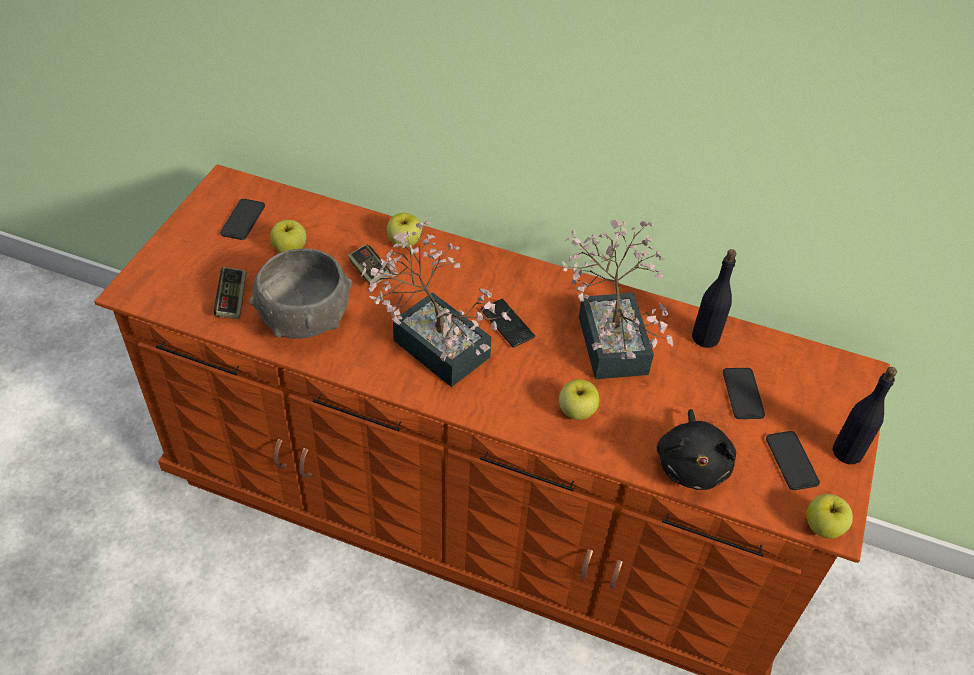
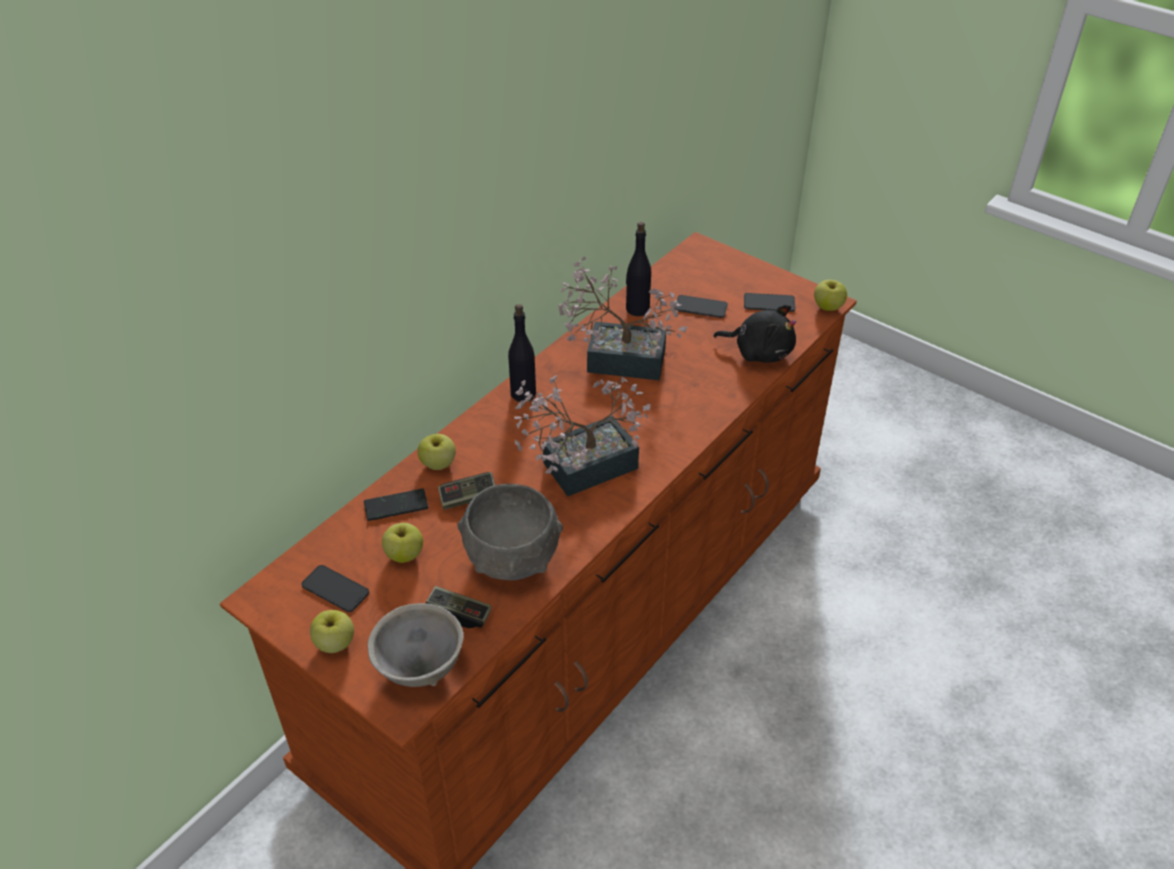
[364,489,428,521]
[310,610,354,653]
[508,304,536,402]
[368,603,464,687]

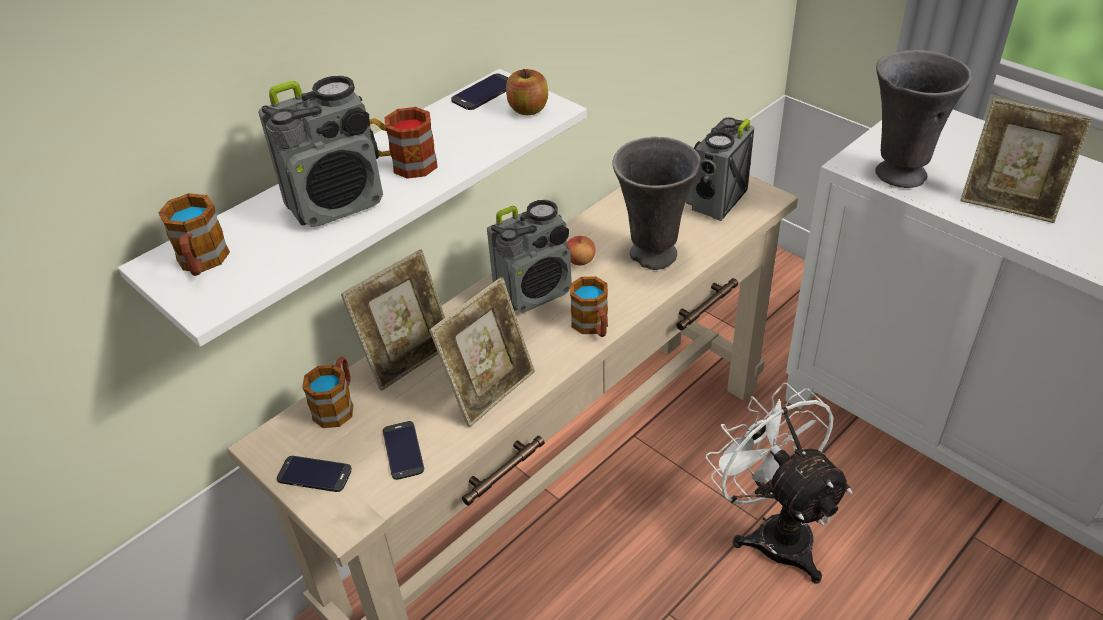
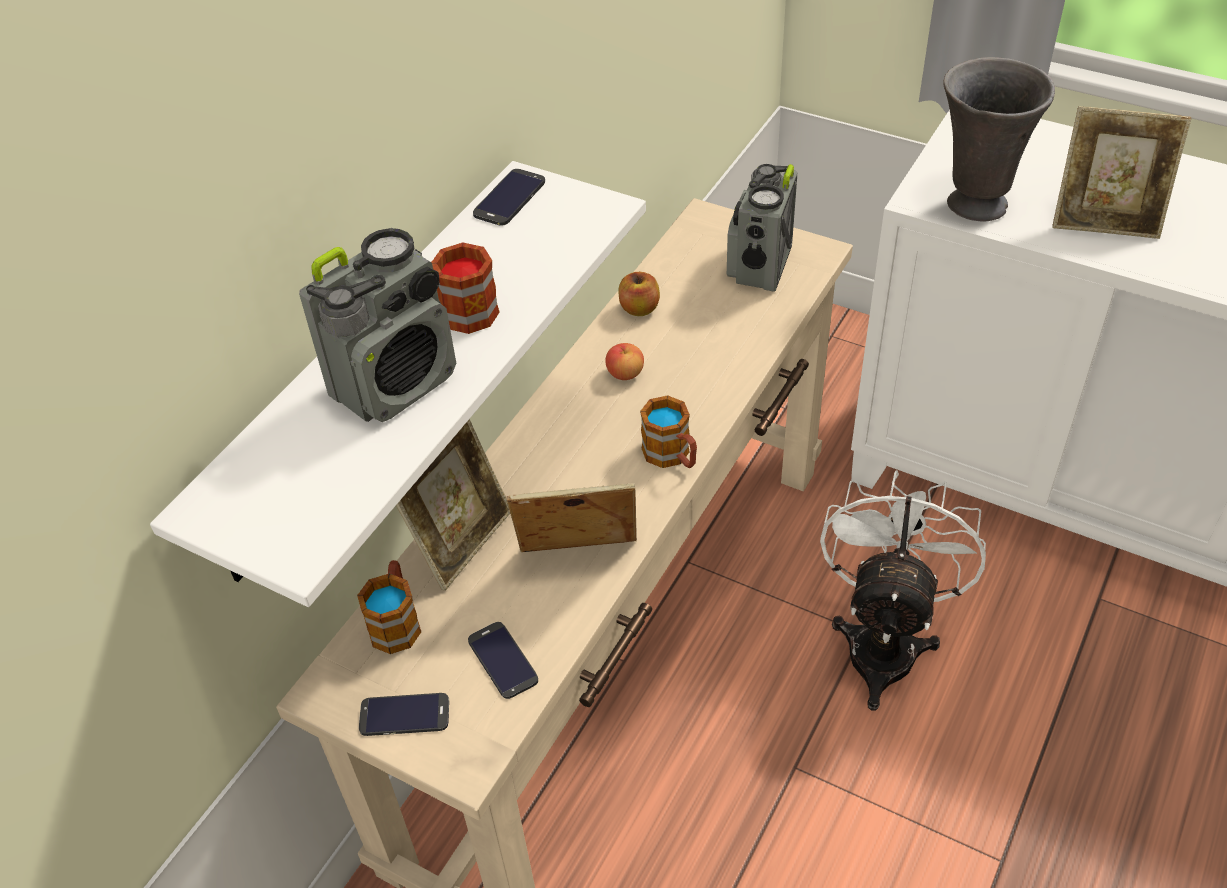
[158,193,230,276] (first image)
[506,483,637,552]
[487,200,572,313] (first image)
[618,272,660,316]
[612,137,701,270] (first image)
[820,470,986,711]

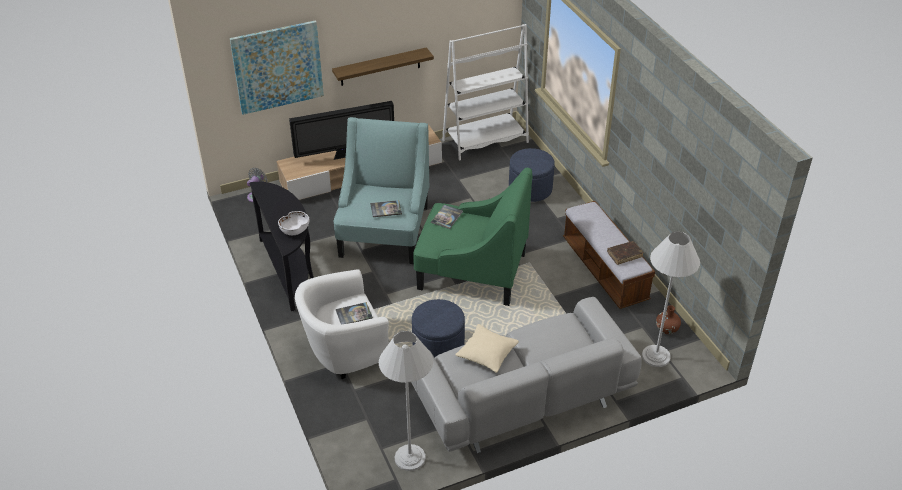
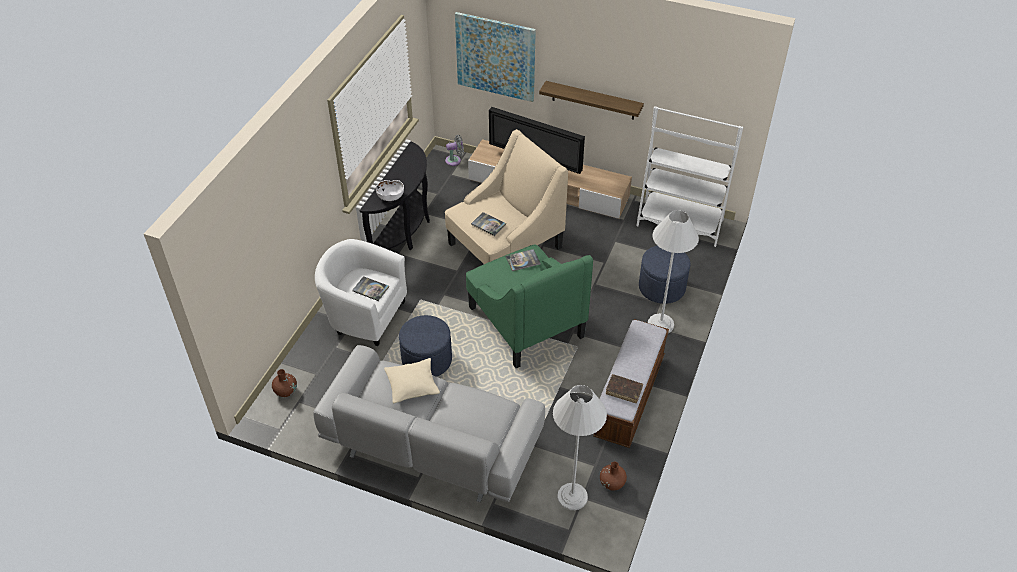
[445,129,568,264]
[648,210,699,333]
[272,369,297,397]

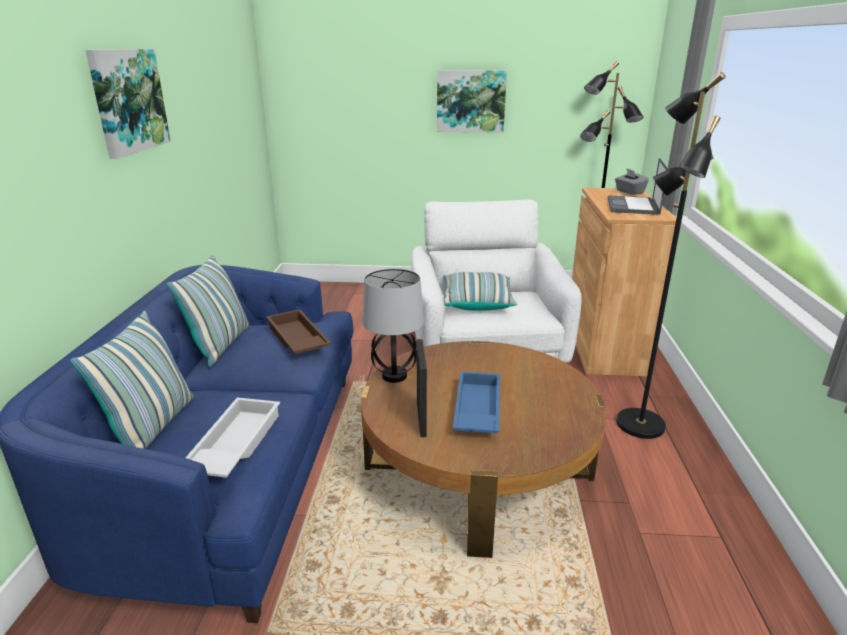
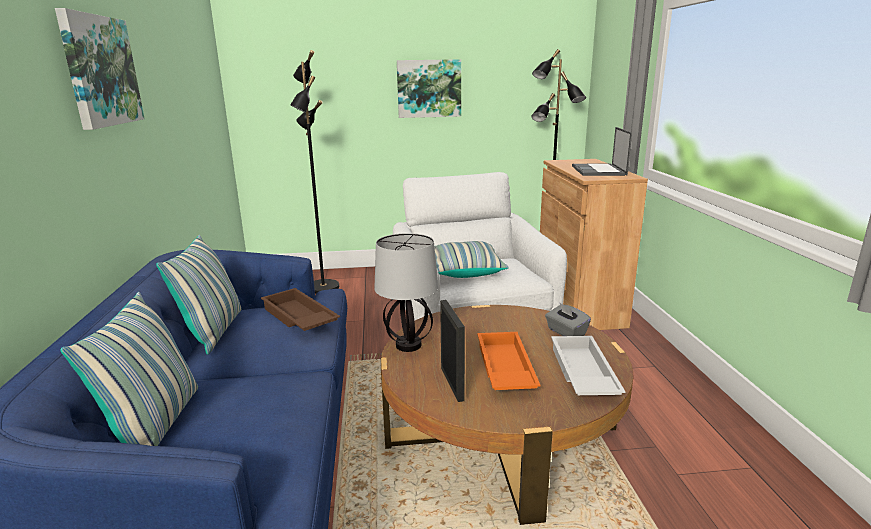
[551,336,626,395]
[477,332,541,390]
[545,302,591,336]
[290,50,339,294]

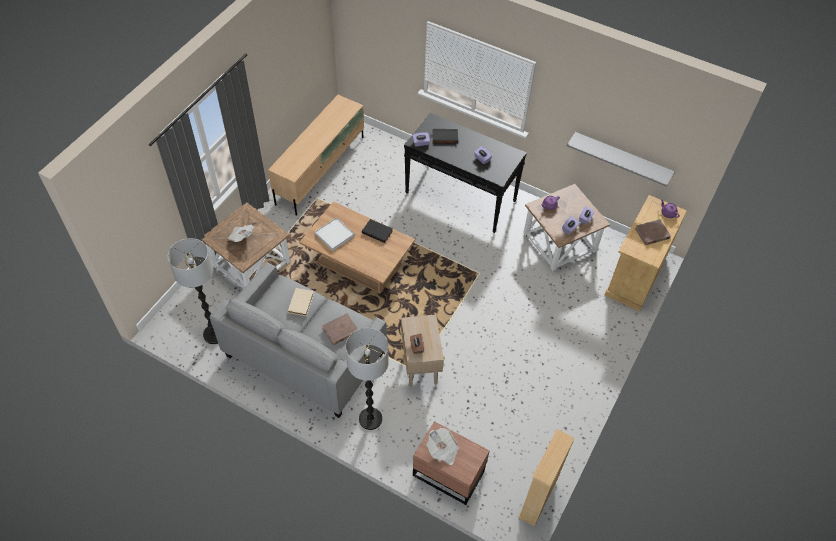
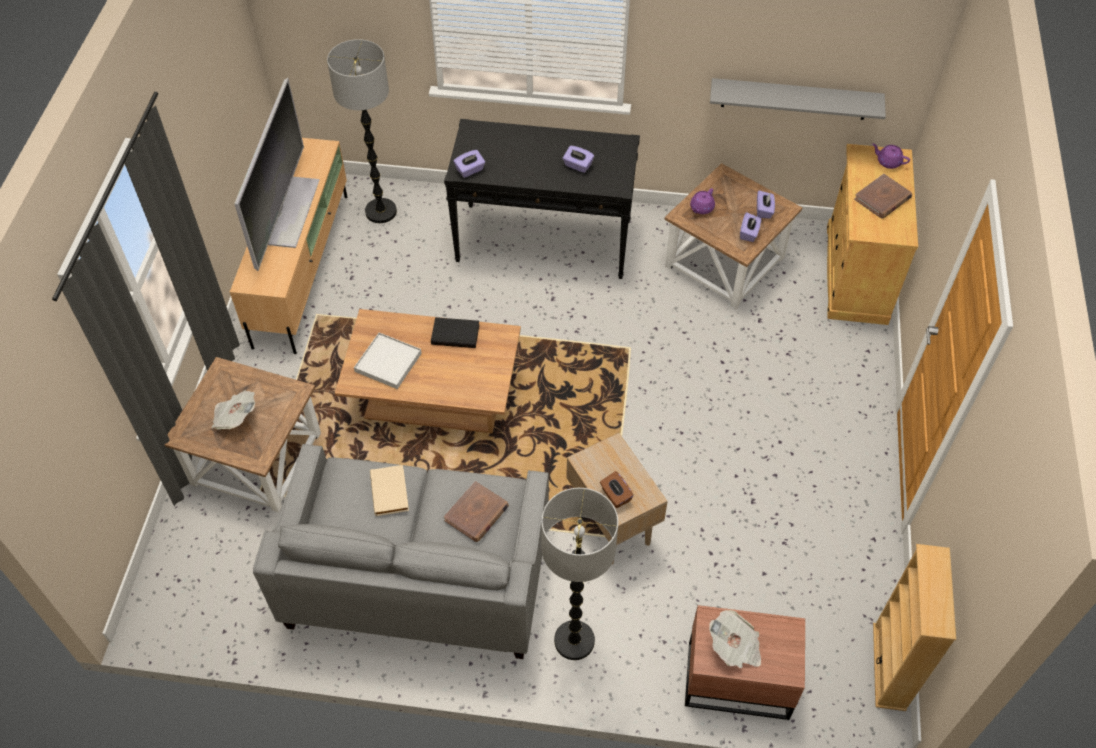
[327,39,397,223]
[433,129,458,144] (first image)
[235,78,319,271]

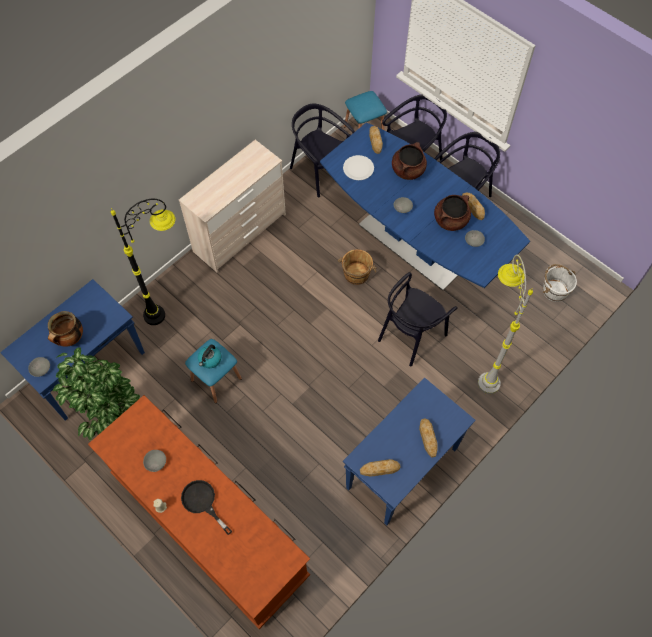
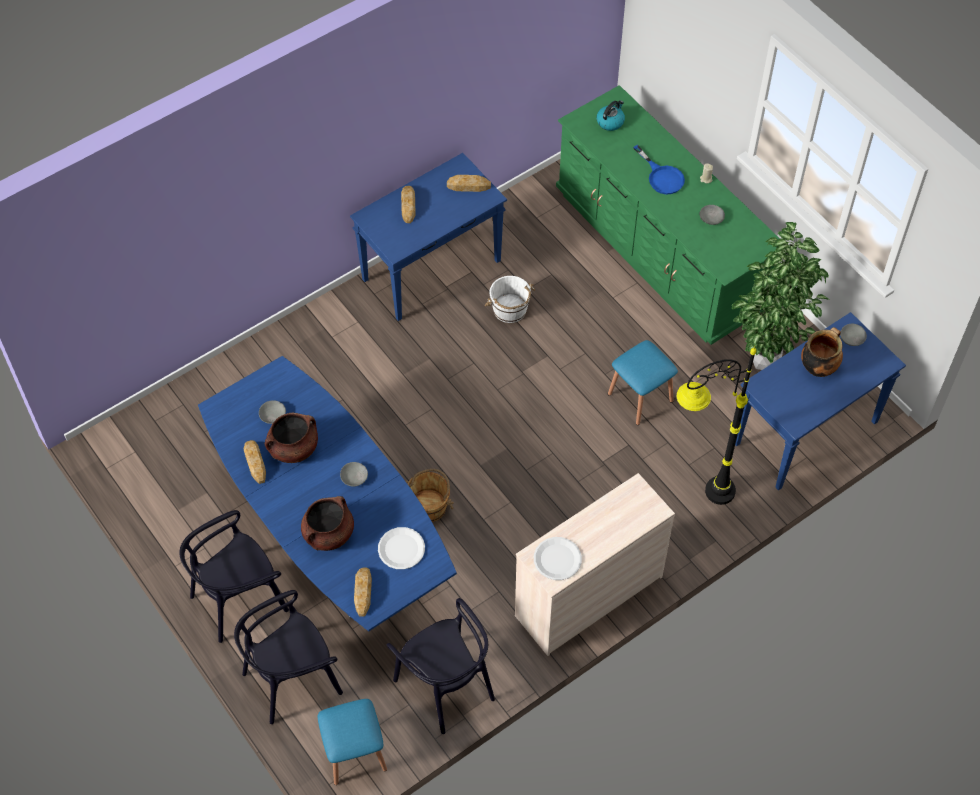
[556,85,780,345]
[633,145,685,194]
[597,100,625,131]
[378,272,458,367] (first image)
[478,255,533,394] (first image)
[485,276,535,323]
[534,537,582,580]

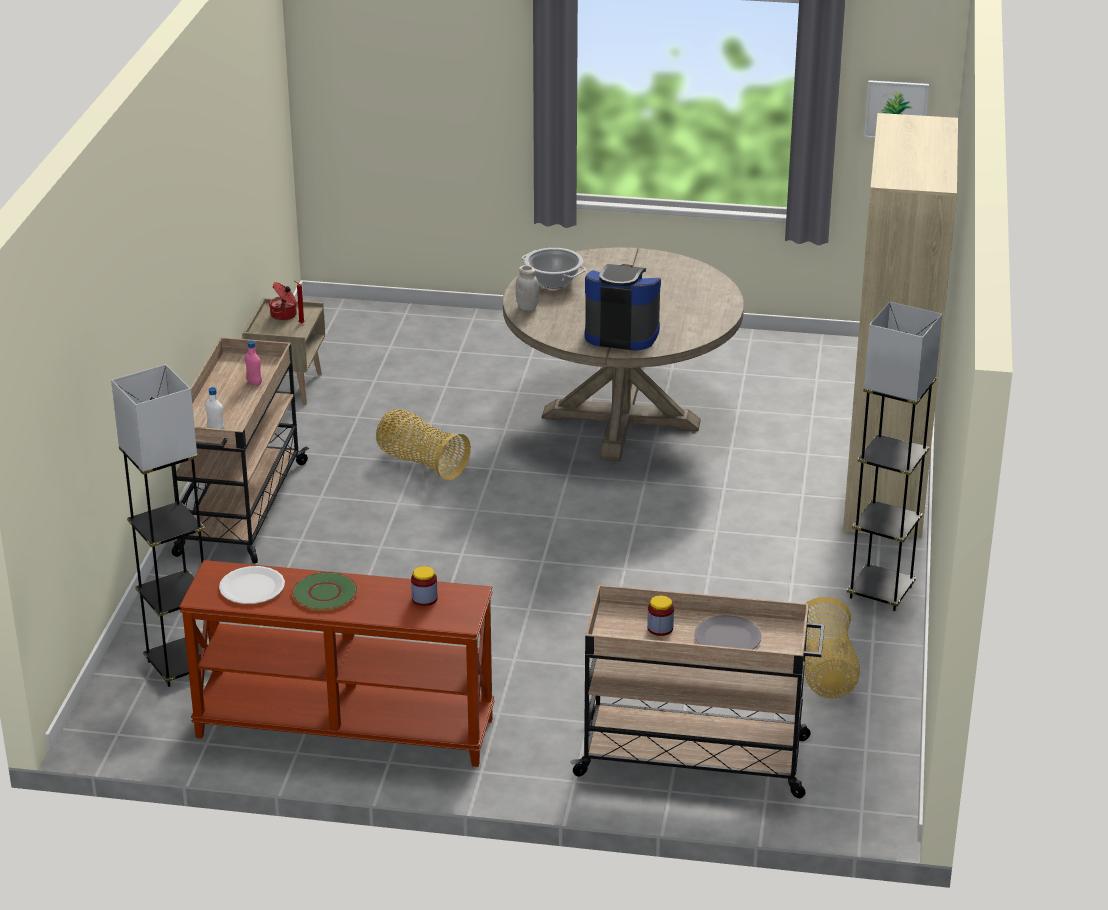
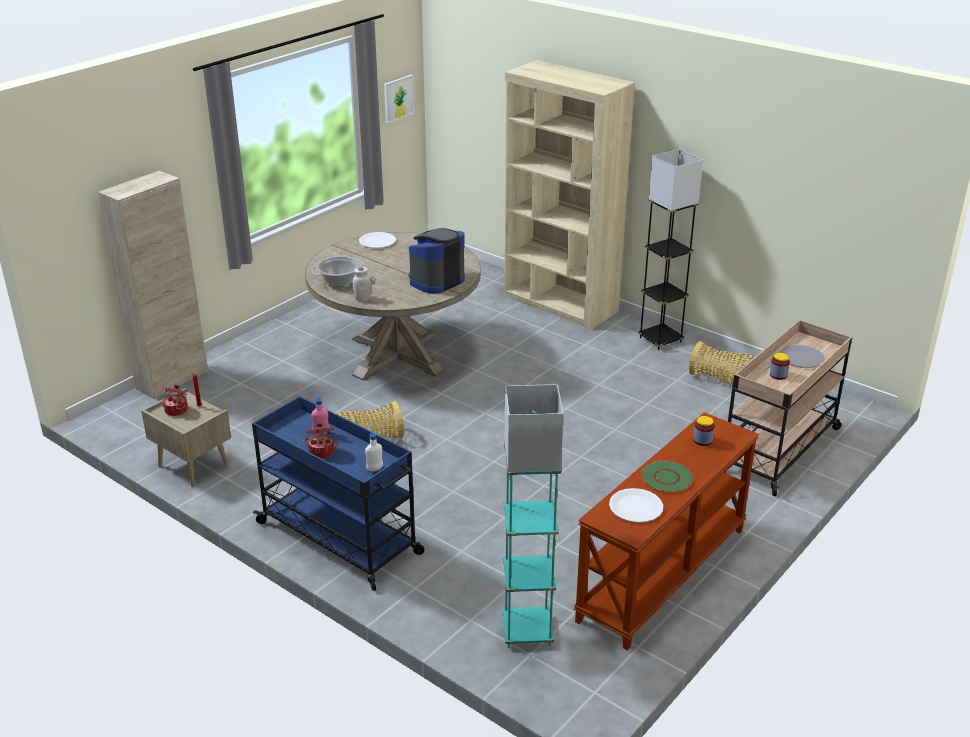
[502,384,564,648]
[252,396,424,591]
[98,171,208,399]
[303,423,339,459]
[359,232,396,248]

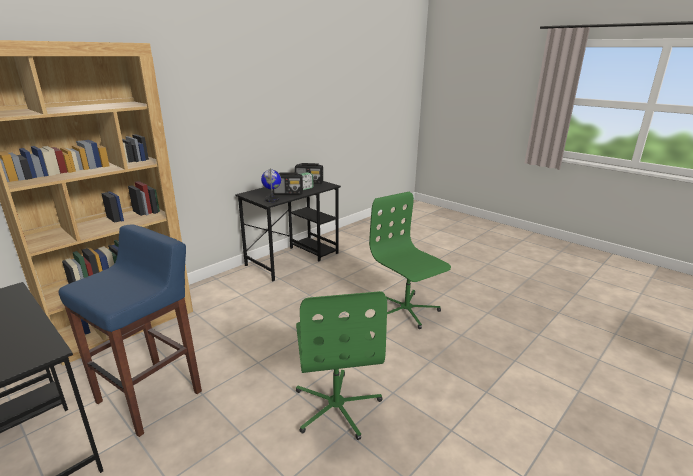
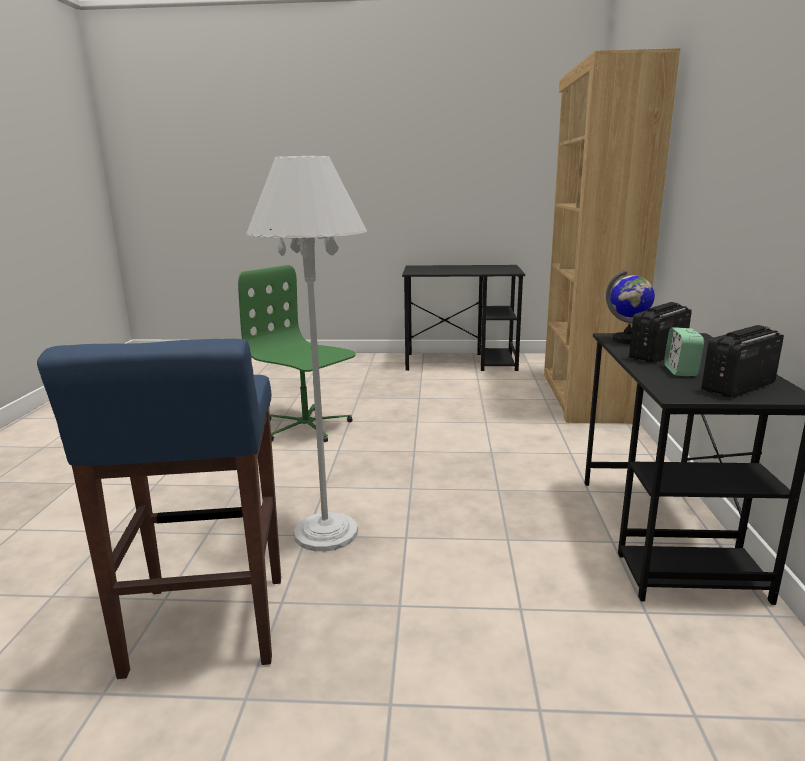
[37,339,281,679]
[246,156,367,551]

